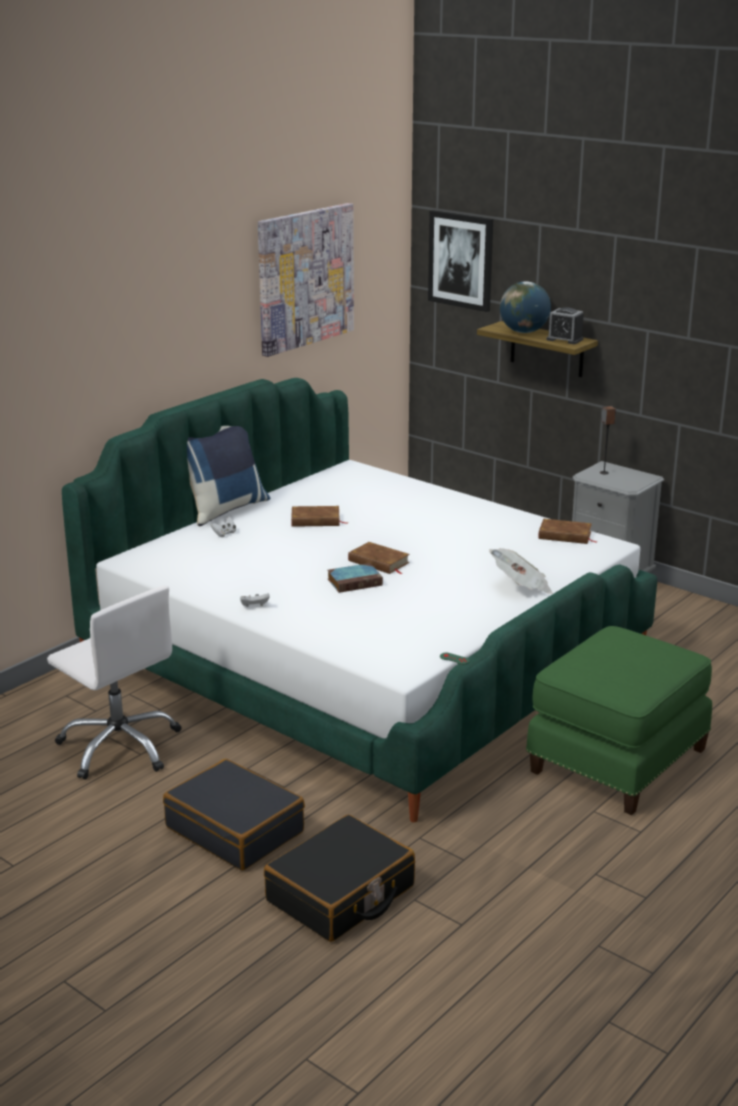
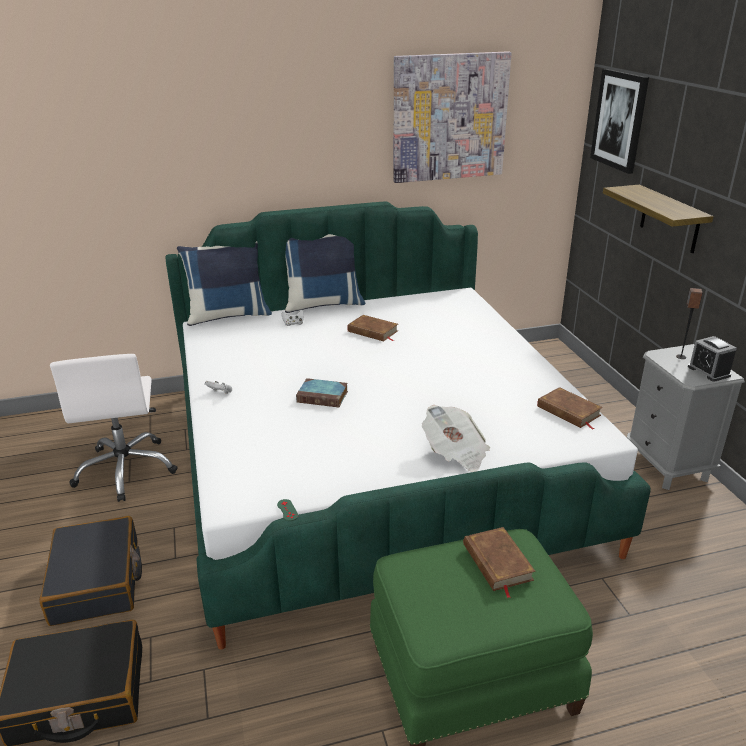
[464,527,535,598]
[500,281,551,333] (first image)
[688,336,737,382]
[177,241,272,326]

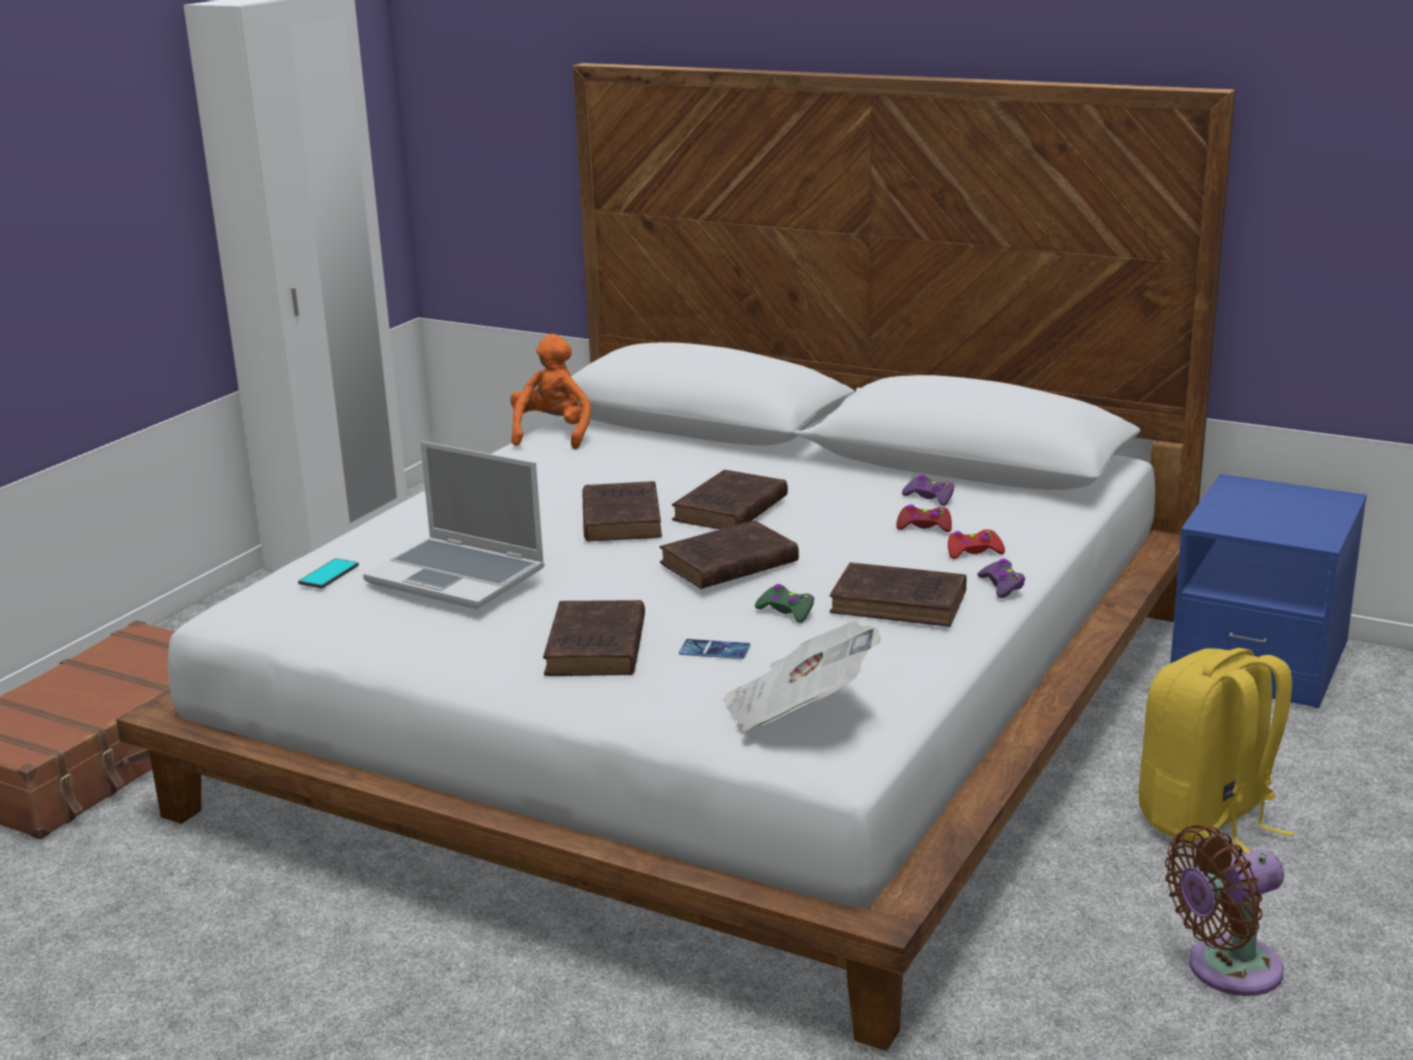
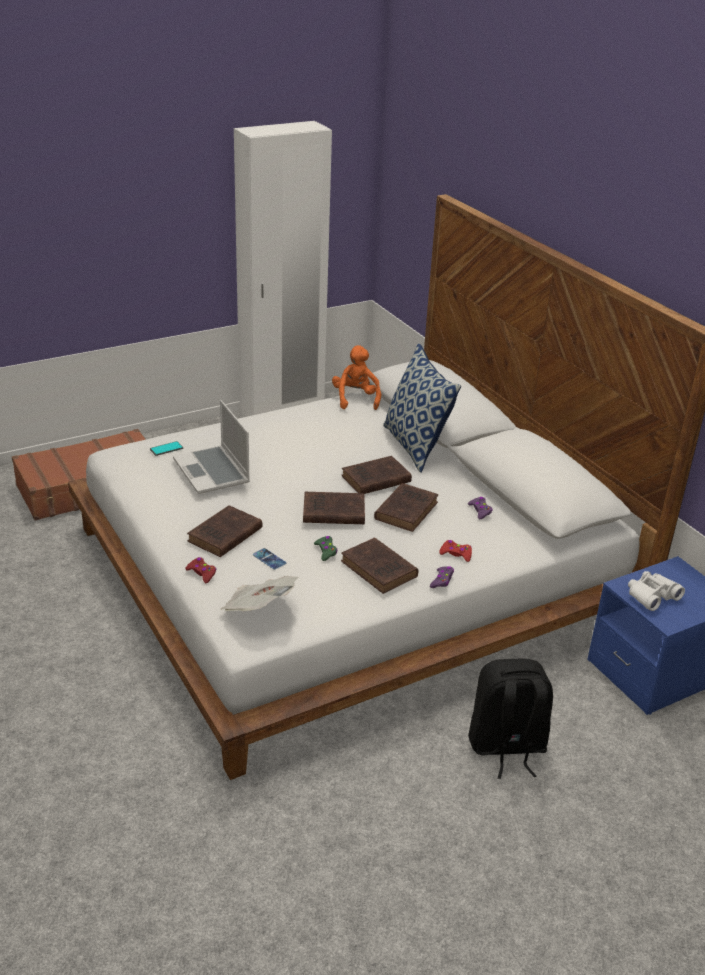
[332,345,382,410]
[374,483,438,532]
[185,557,216,583]
[468,659,553,779]
[1165,825,1284,996] (first image)
[383,343,461,473]
[628,571,685,611]

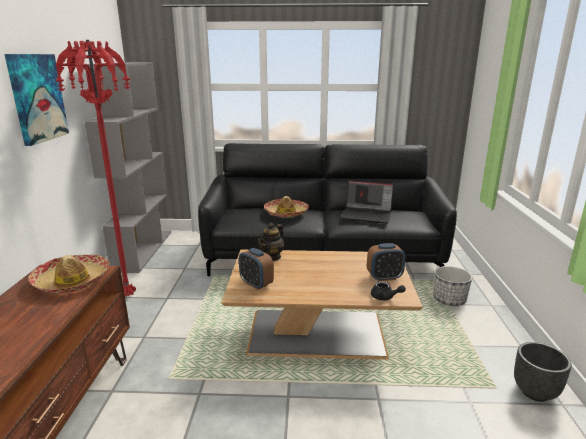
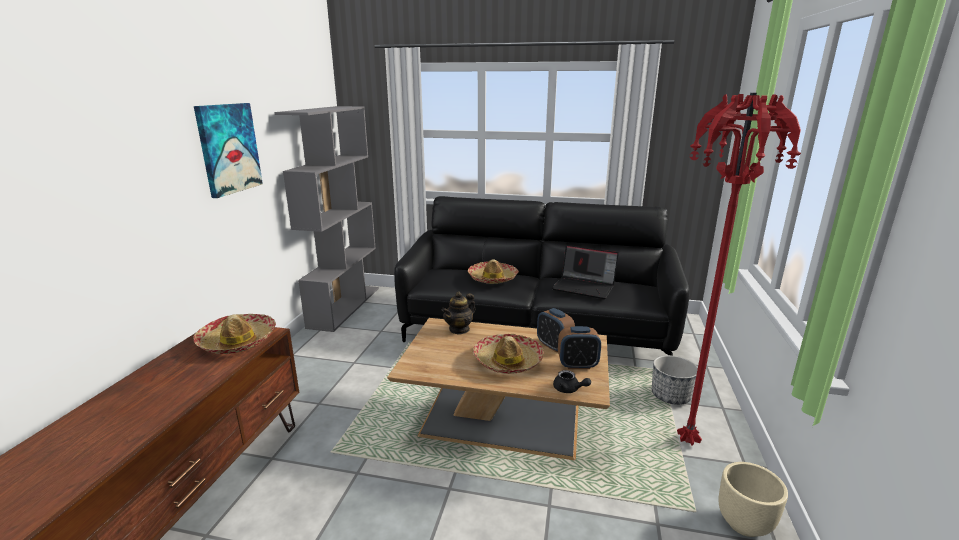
[677,93,801,446]
[537,308,575,352]
[719,462,788,537]
[473,334,544,374]

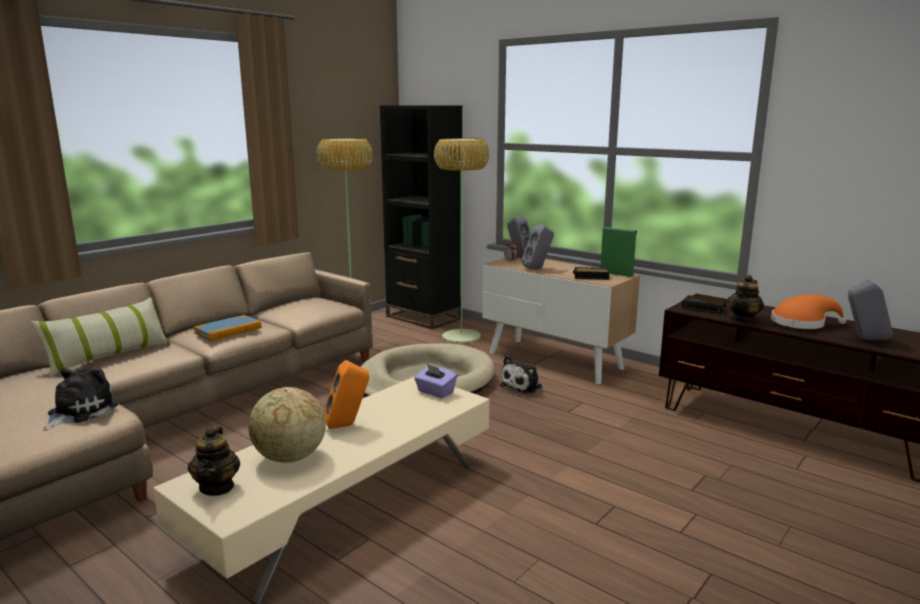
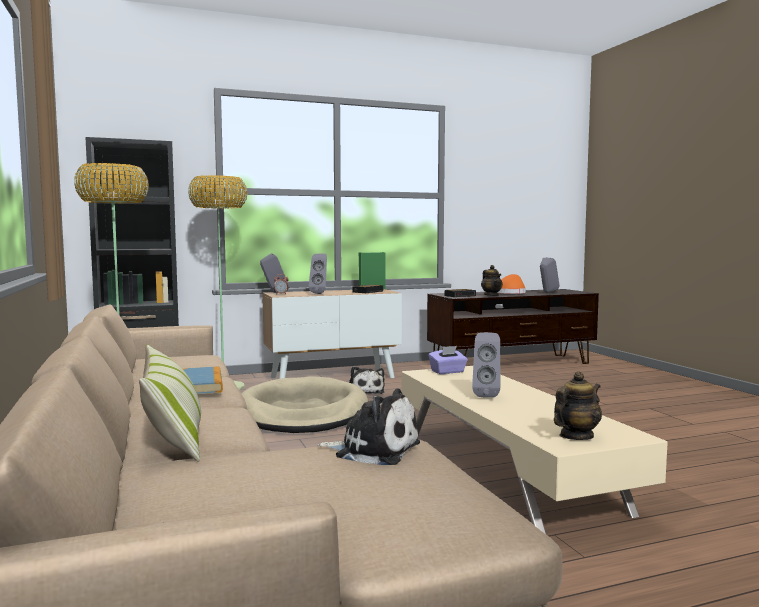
[317,389,420,465]
[554,371,602,440]
[248,387,326,463] (first image)
[472,332,500,398]

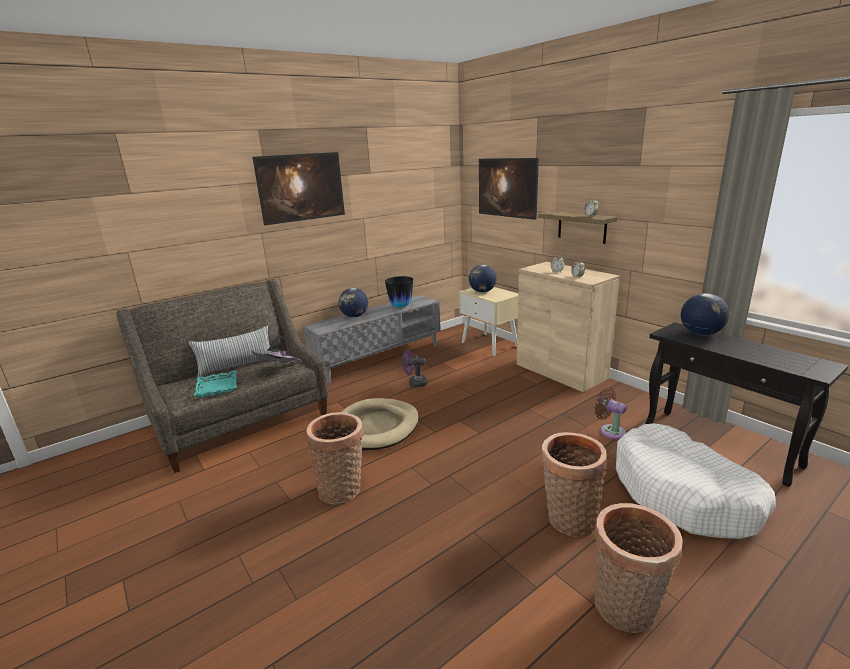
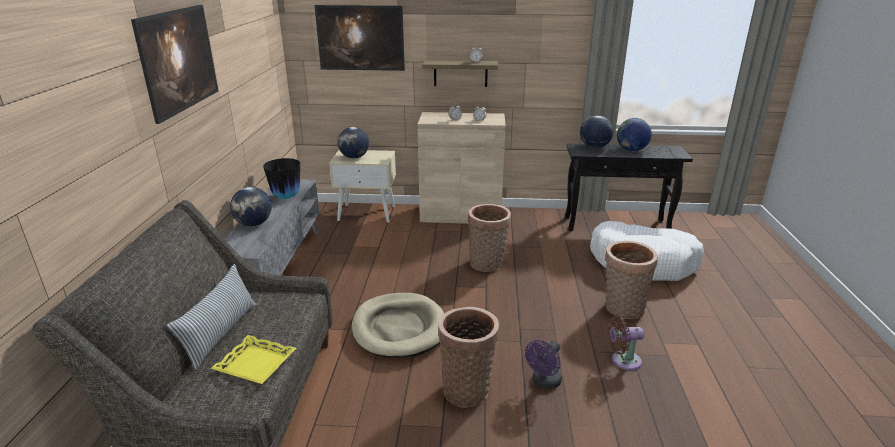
[211,335,296,384]
[252,335,303,363] (first image)
[525,340,562,389]
[608,314,644,371]
[468,204,511,272]
[617,118,652,151]

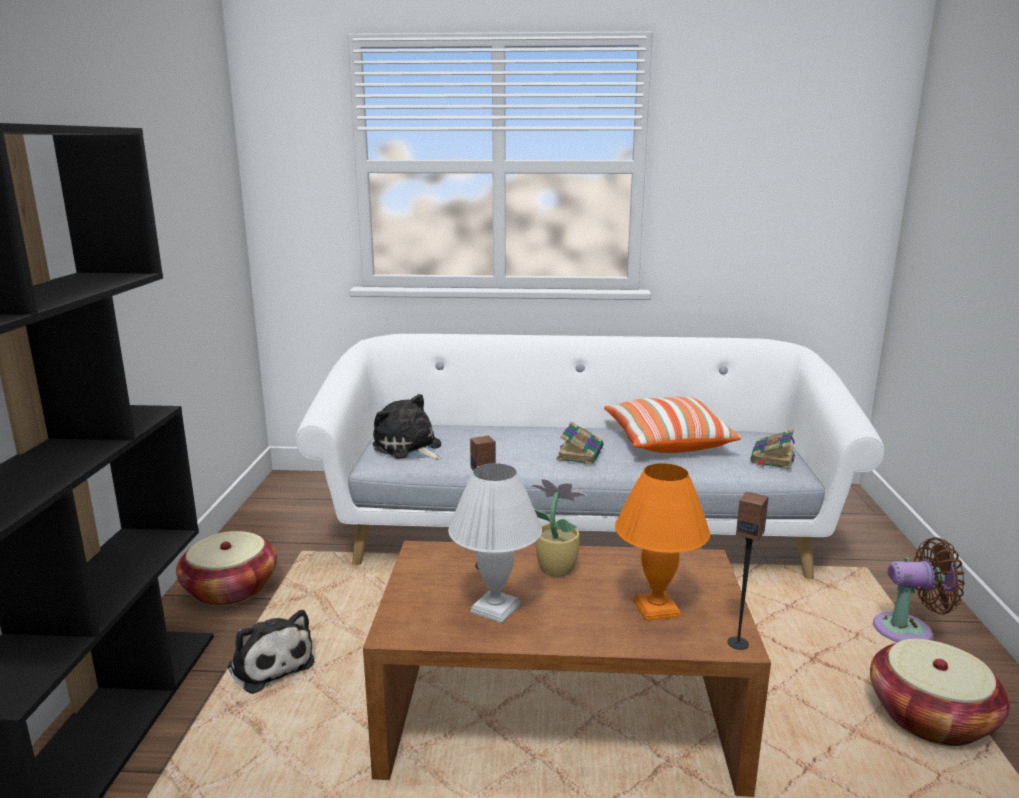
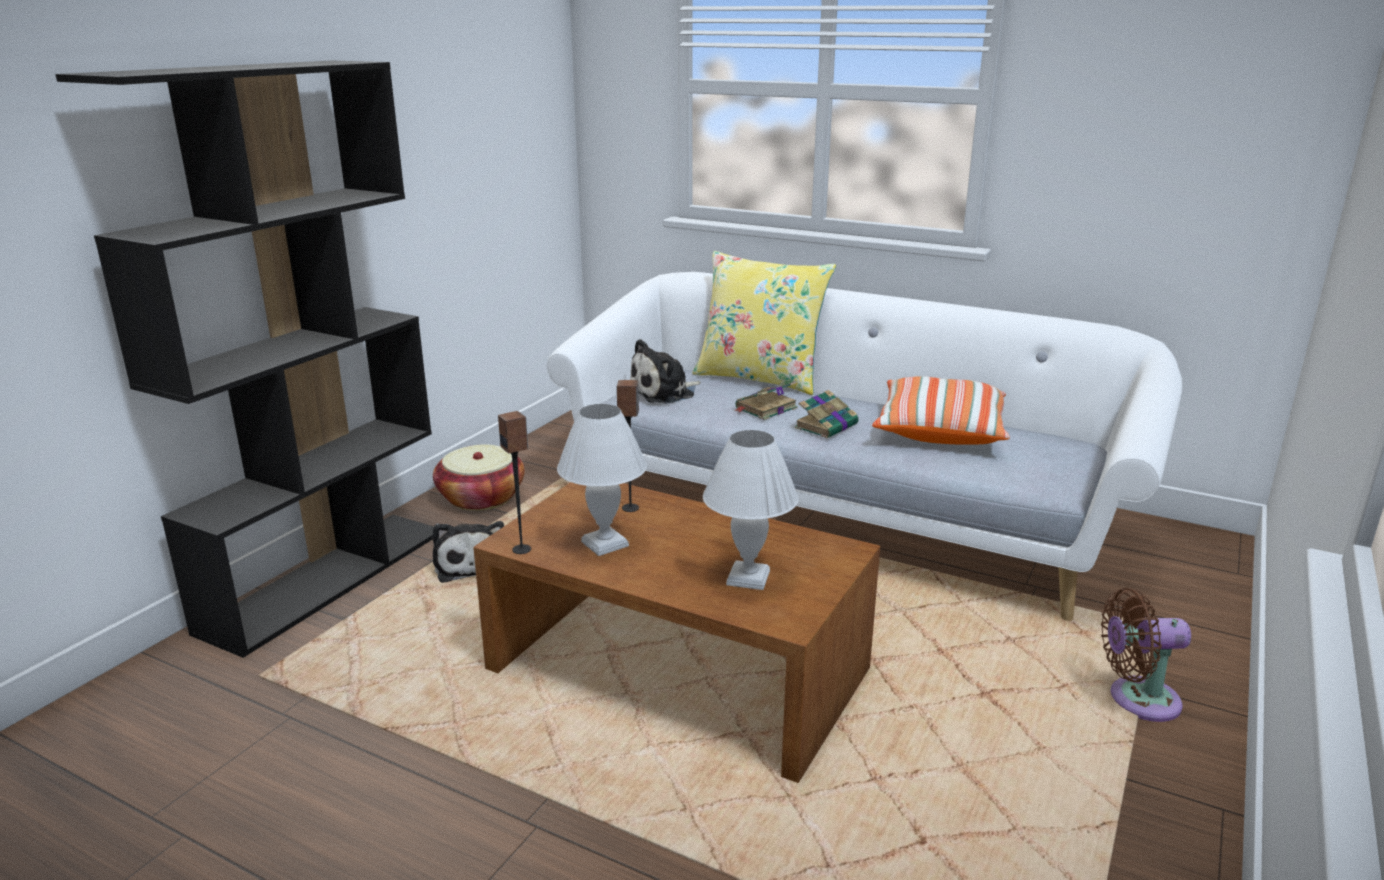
[630,339,701,404]
[530,478,587,577] (first image)
[703,430,799,590]
[498,411,531,554]
[734,382,798,420]
[870,639,1010,746] (first image)
[1101,588,1191,722]
[692,251,836,395]

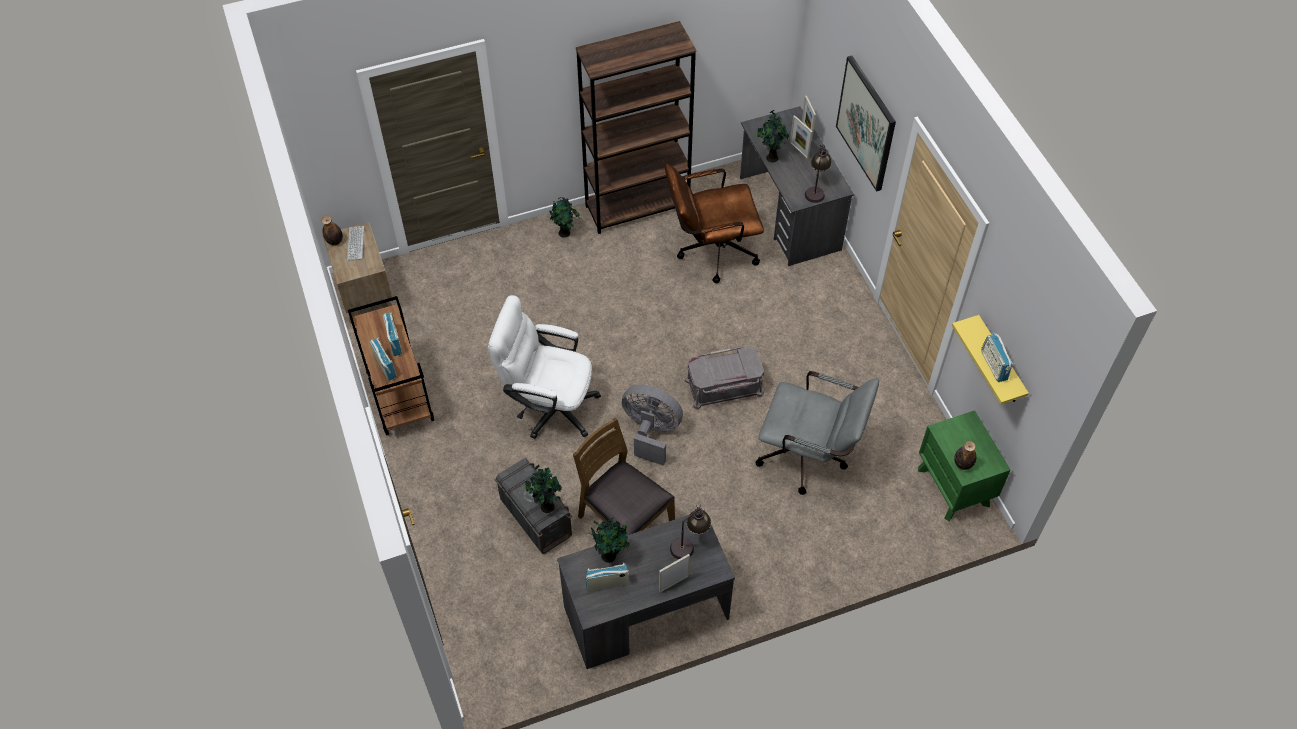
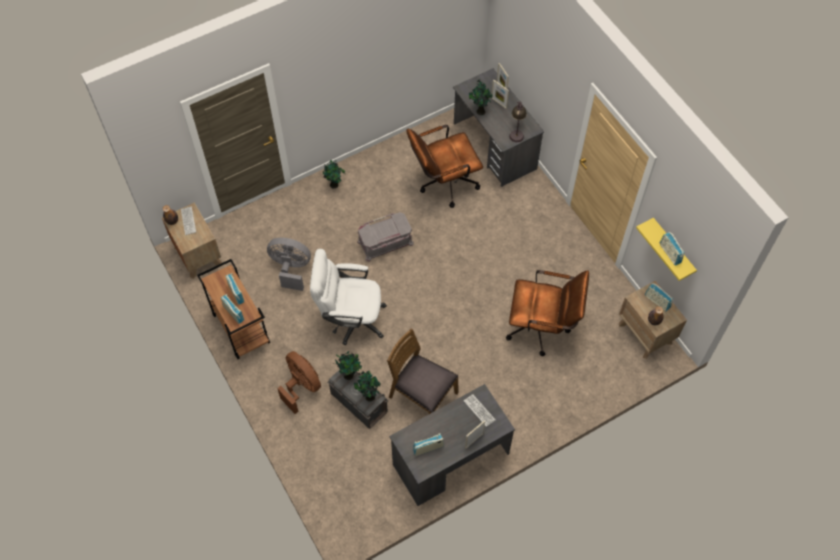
[576,21,696,234] (first image)
[333,351,362,380]
[267,238,311,291]
[464,394,495,427]
[357,212,414,262]
[506,270,589,356]
[836,56,896,192] (first image)
[619,281,687,359]
[277,351,321,414]
[645,283,673,311]

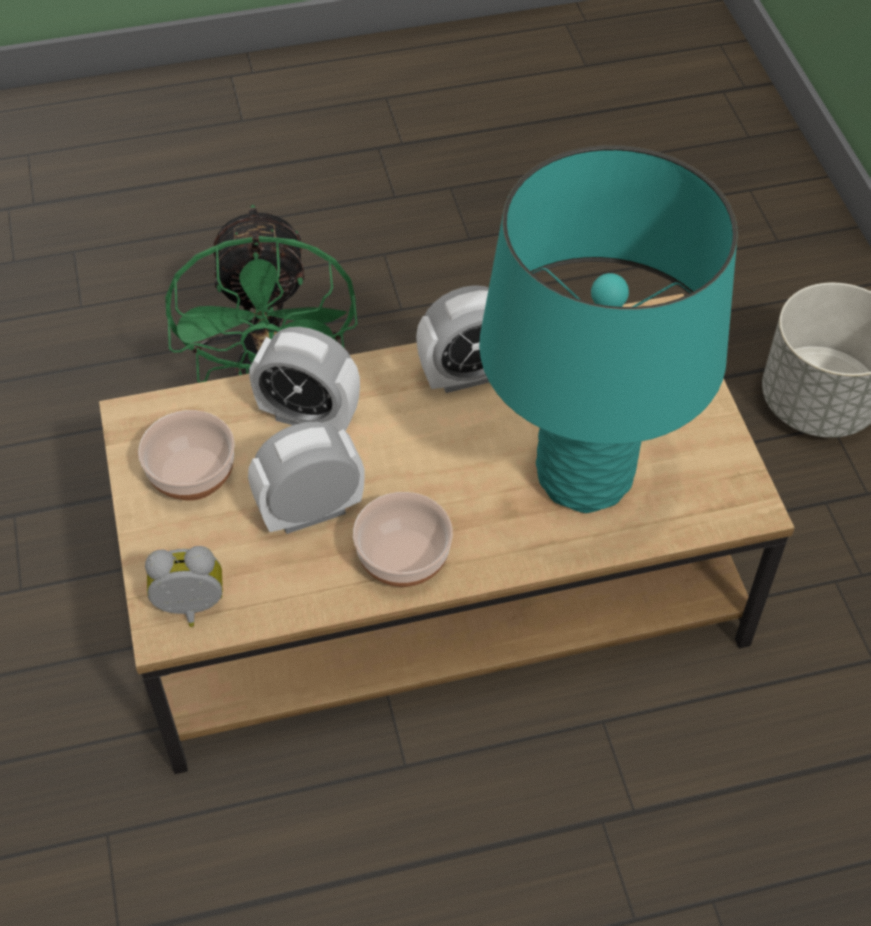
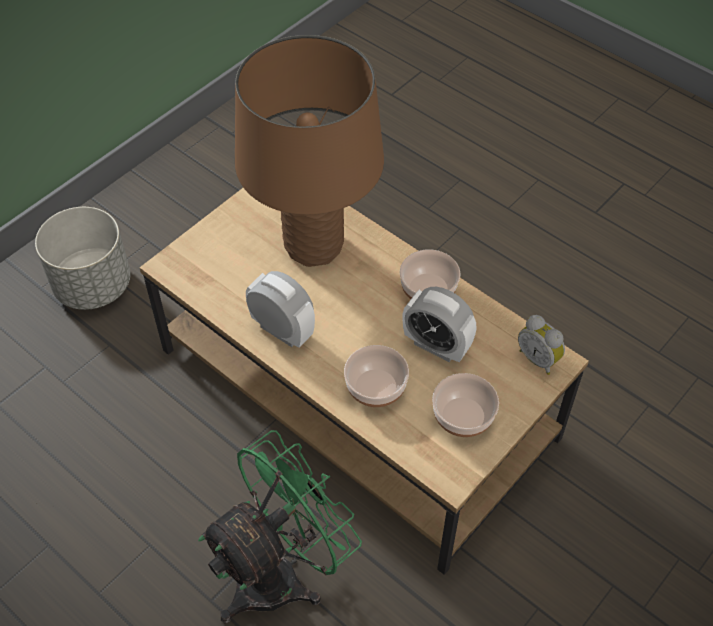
[344,345,409,407]
[235,35,384,267]

